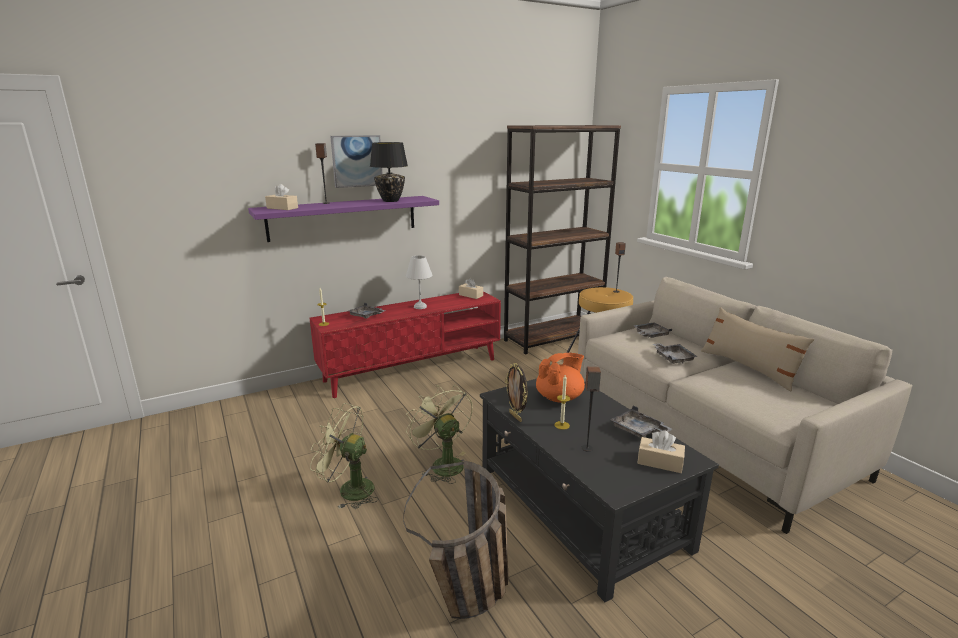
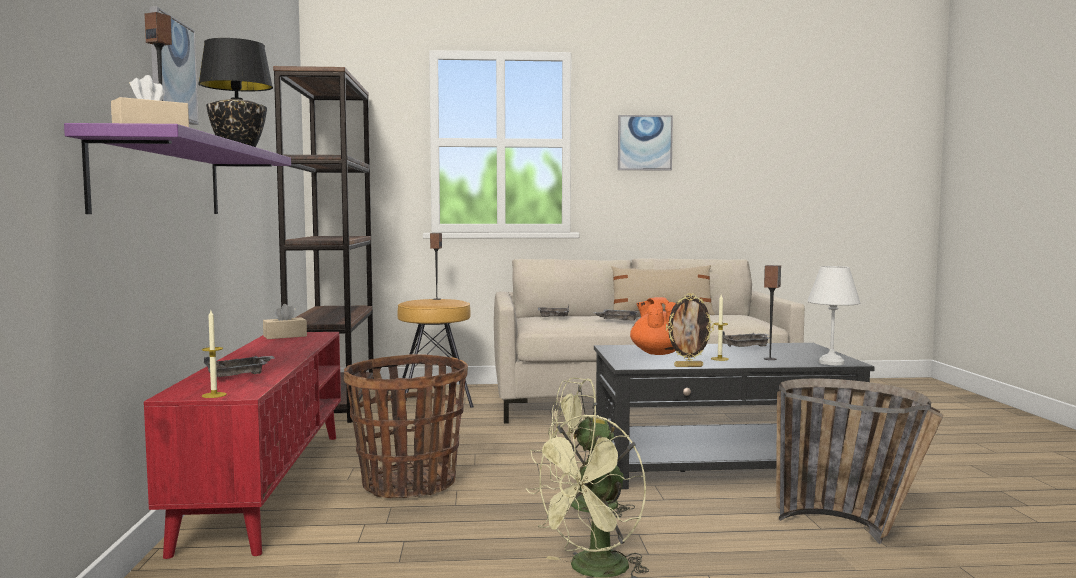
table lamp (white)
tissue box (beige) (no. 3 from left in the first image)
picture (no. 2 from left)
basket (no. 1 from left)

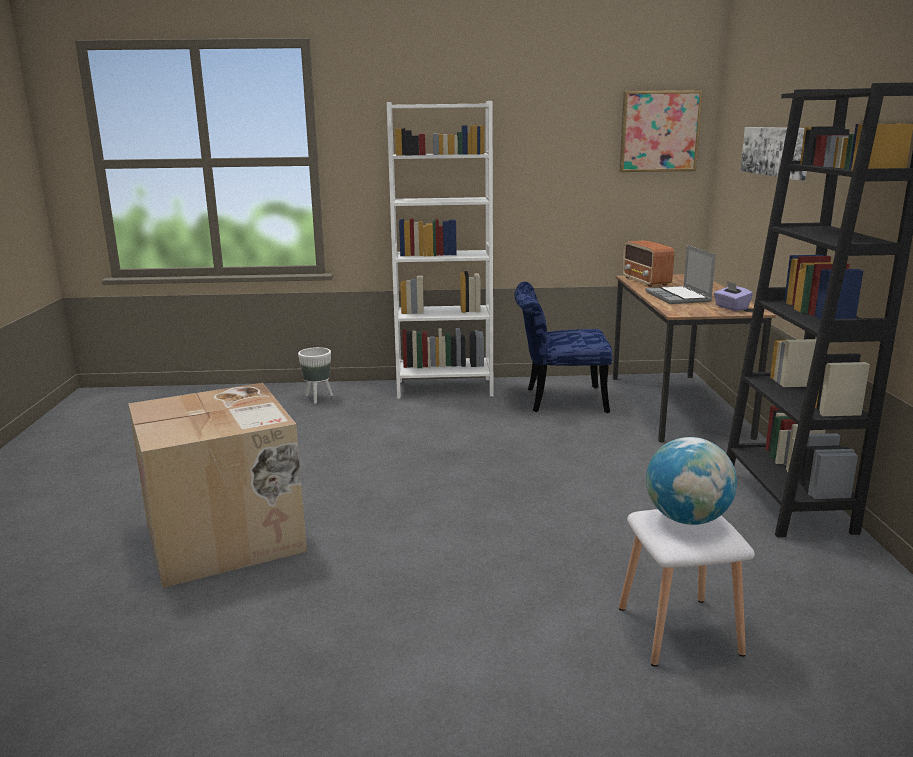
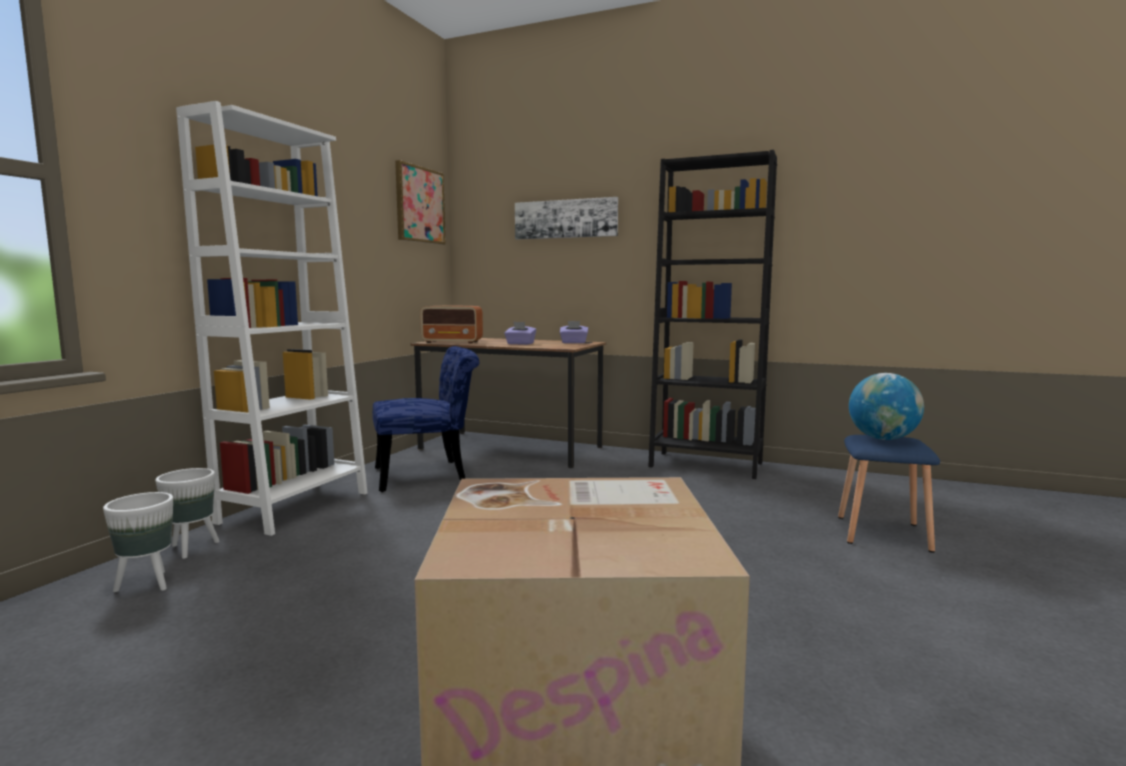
tissue box (purple) (no. 1 from left)
chair (blue)
stool (blue)
planter (white) (no. 2 from left)

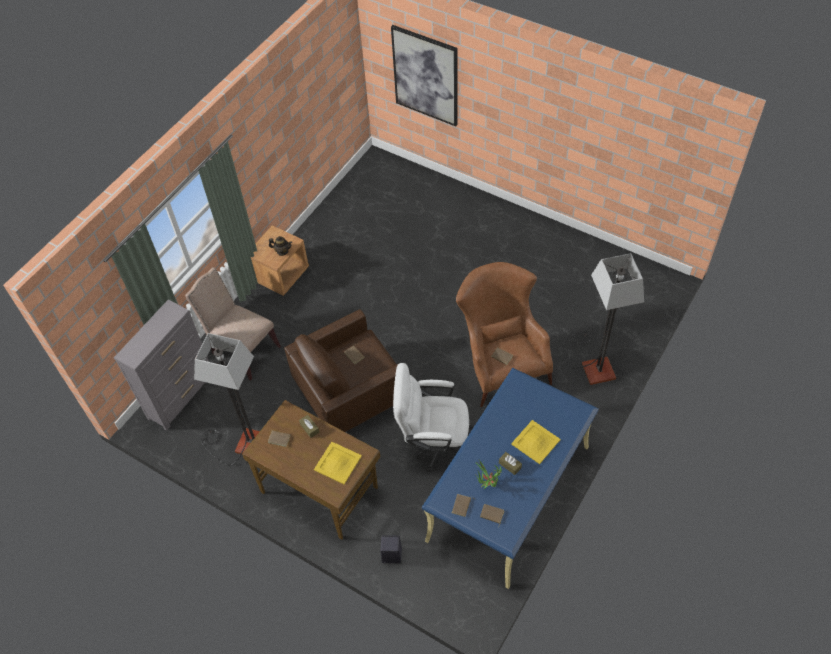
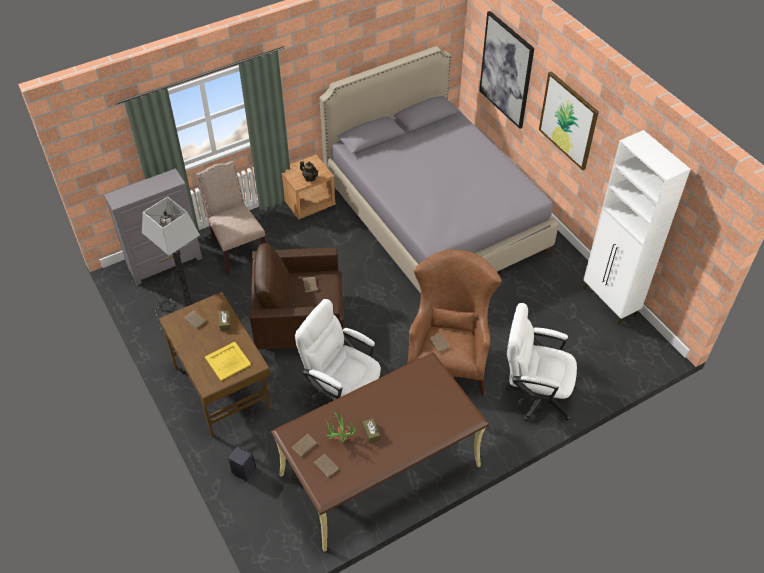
office chair (white) (no. 2 from left)
desk (brown) (no. 2 from left)
tray (yellow) (no. 2 from left in the first image)
bed (grey)
picture (no. 2 from left)
cabinet (white)

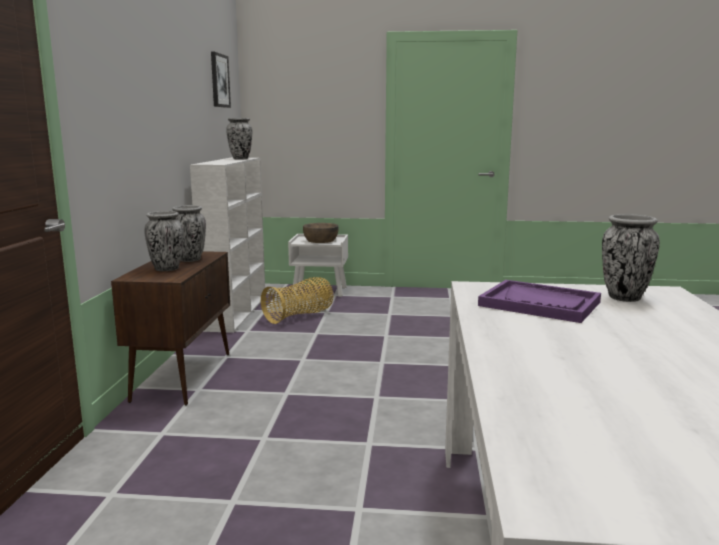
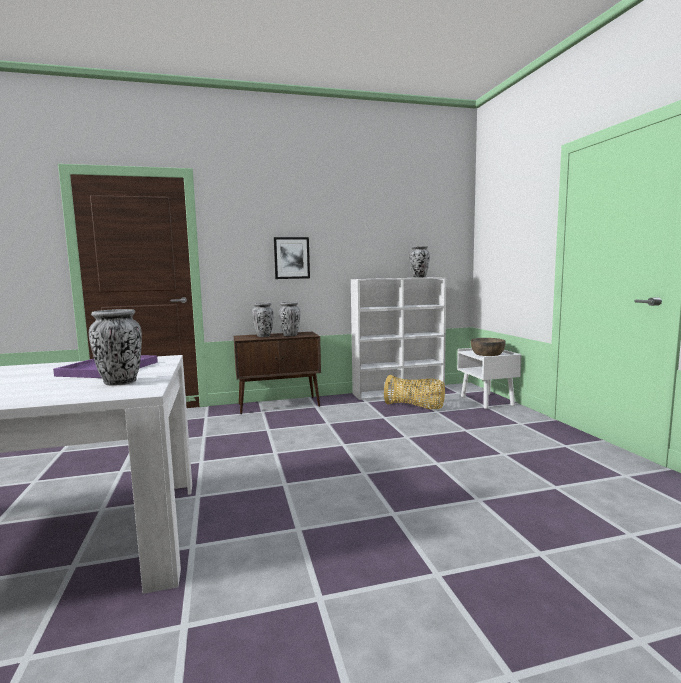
picture

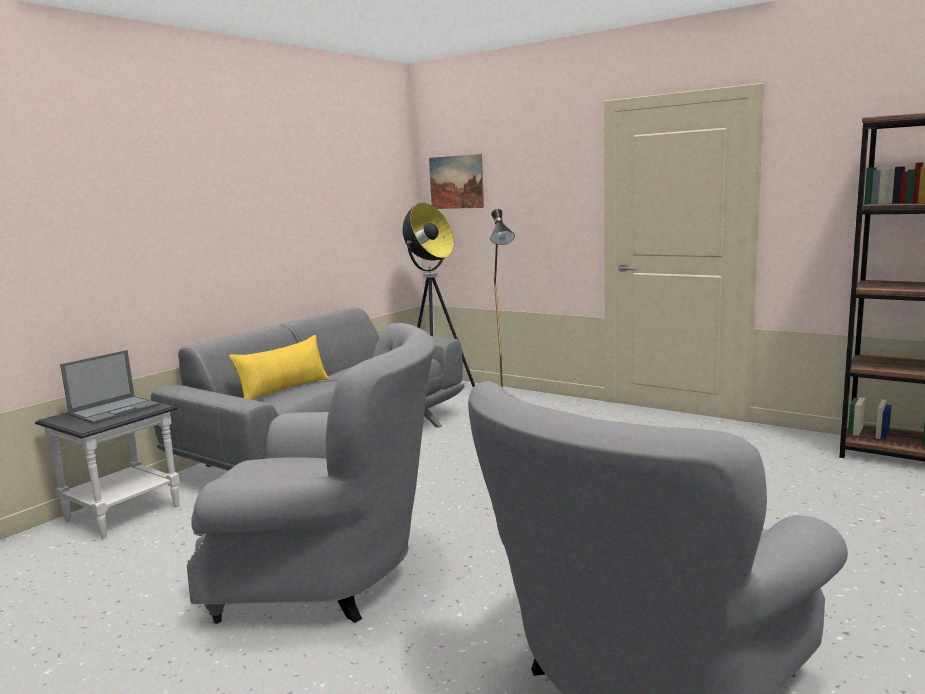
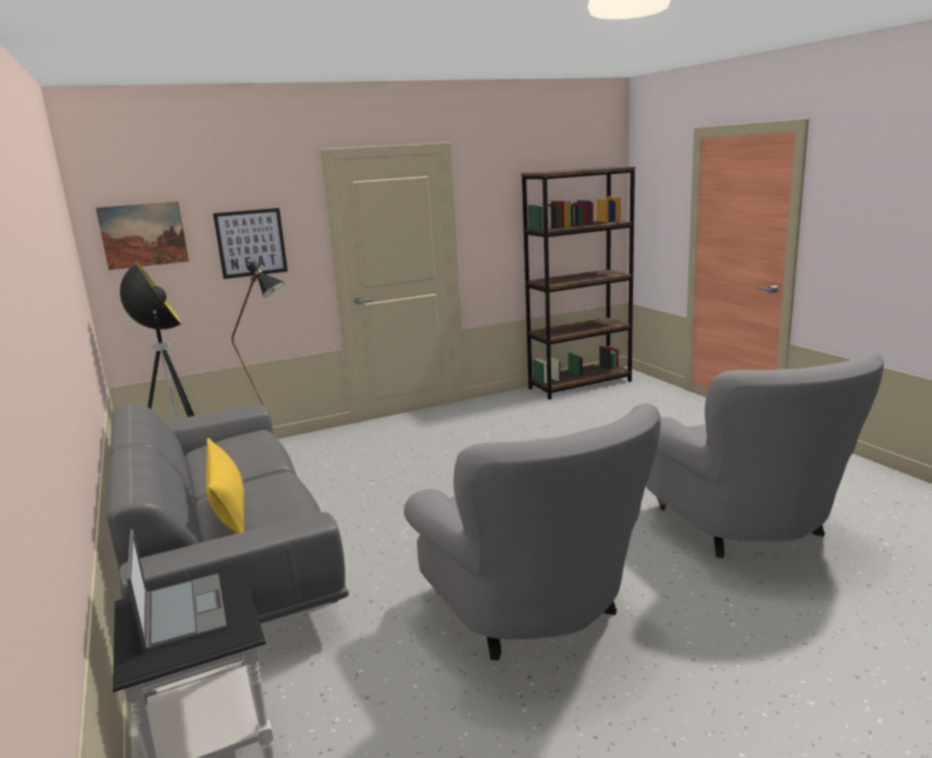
armchair (grey) (no. 1 from left)
picture (no. 2 from left)

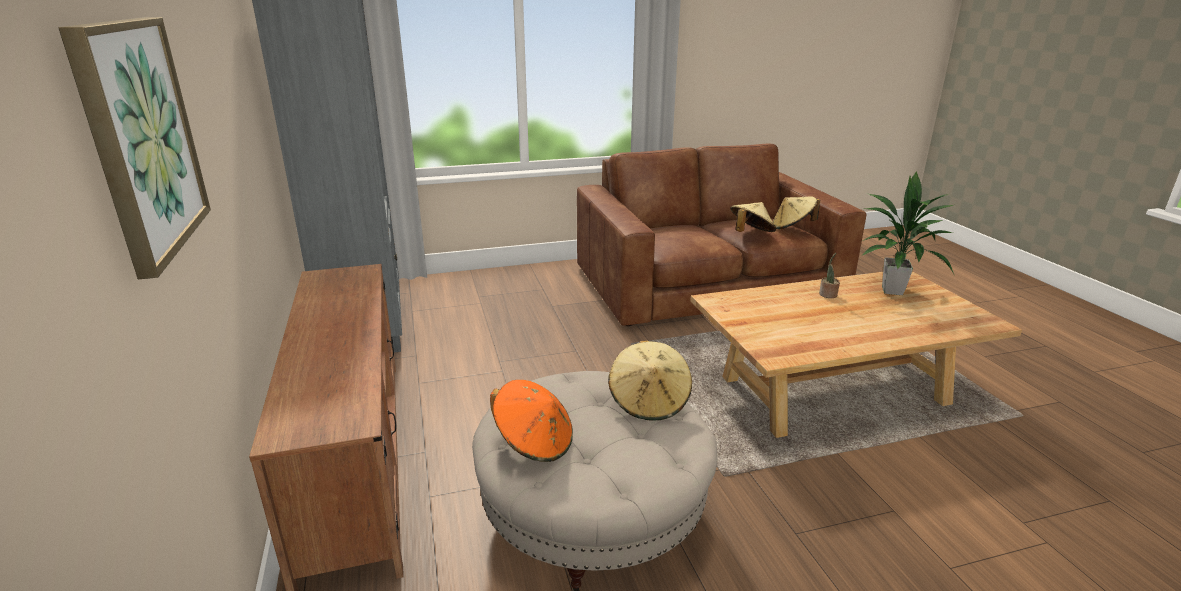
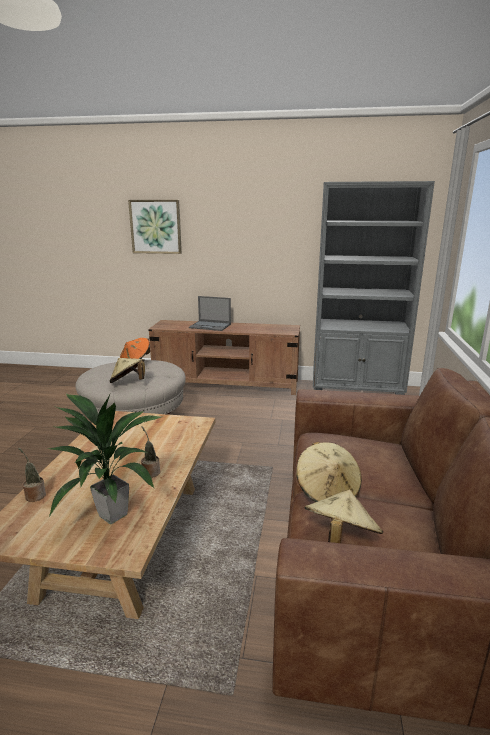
laptop
potted plant (no. 1 from left)

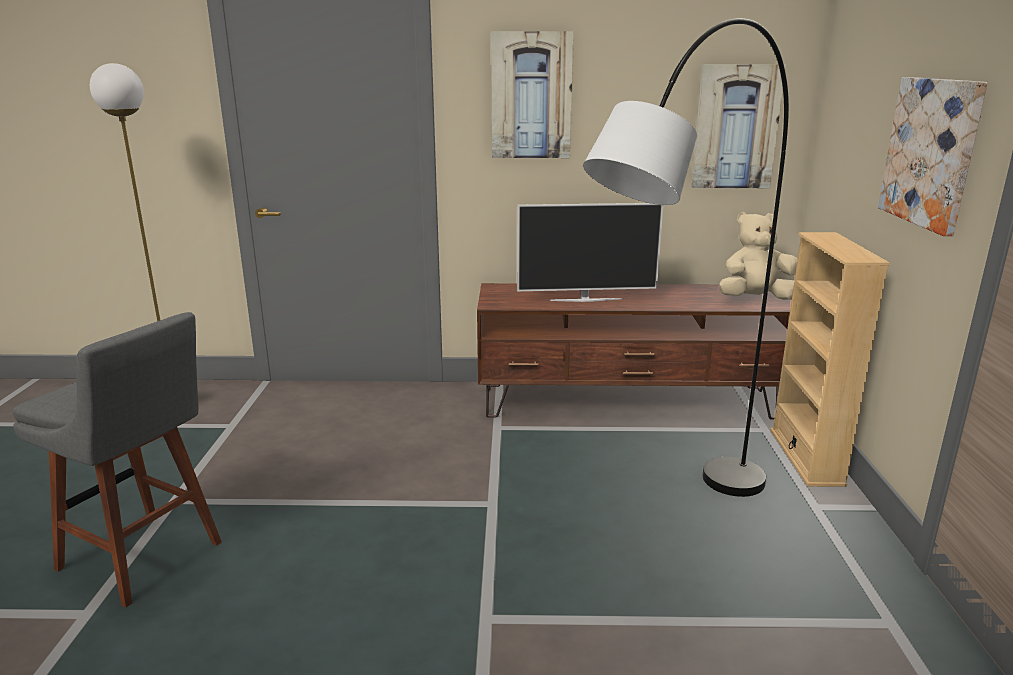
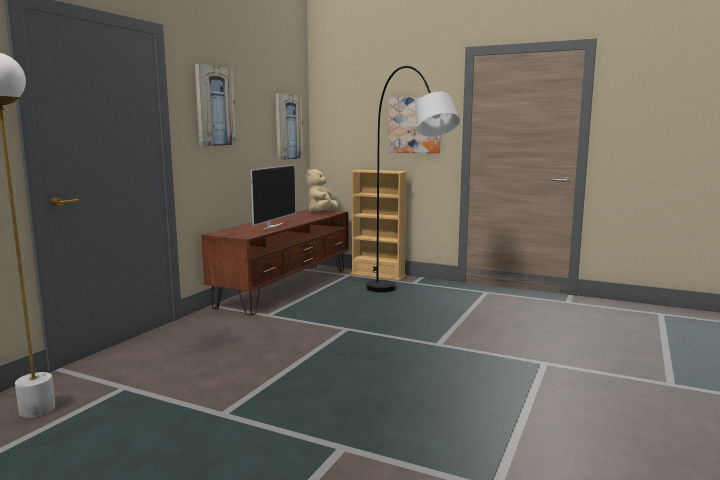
stool (grey)

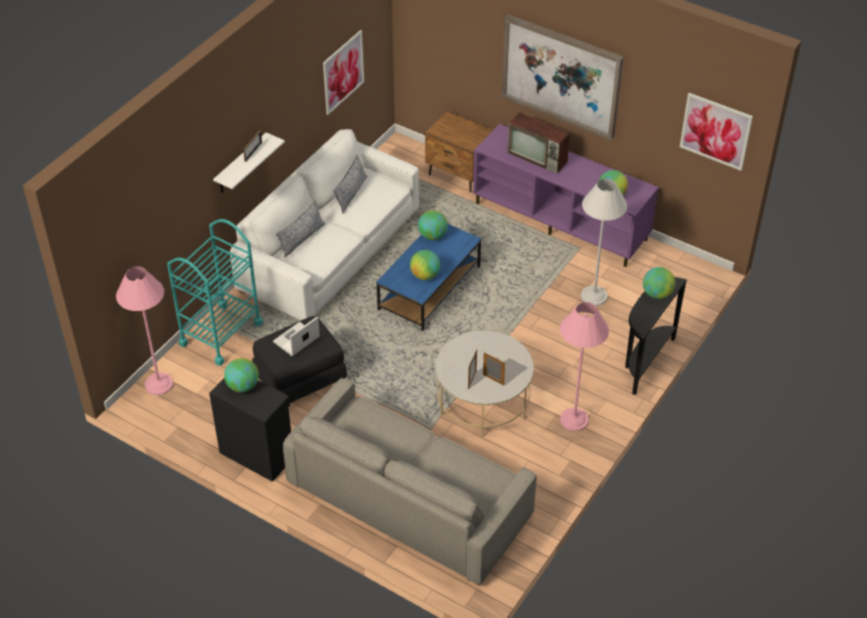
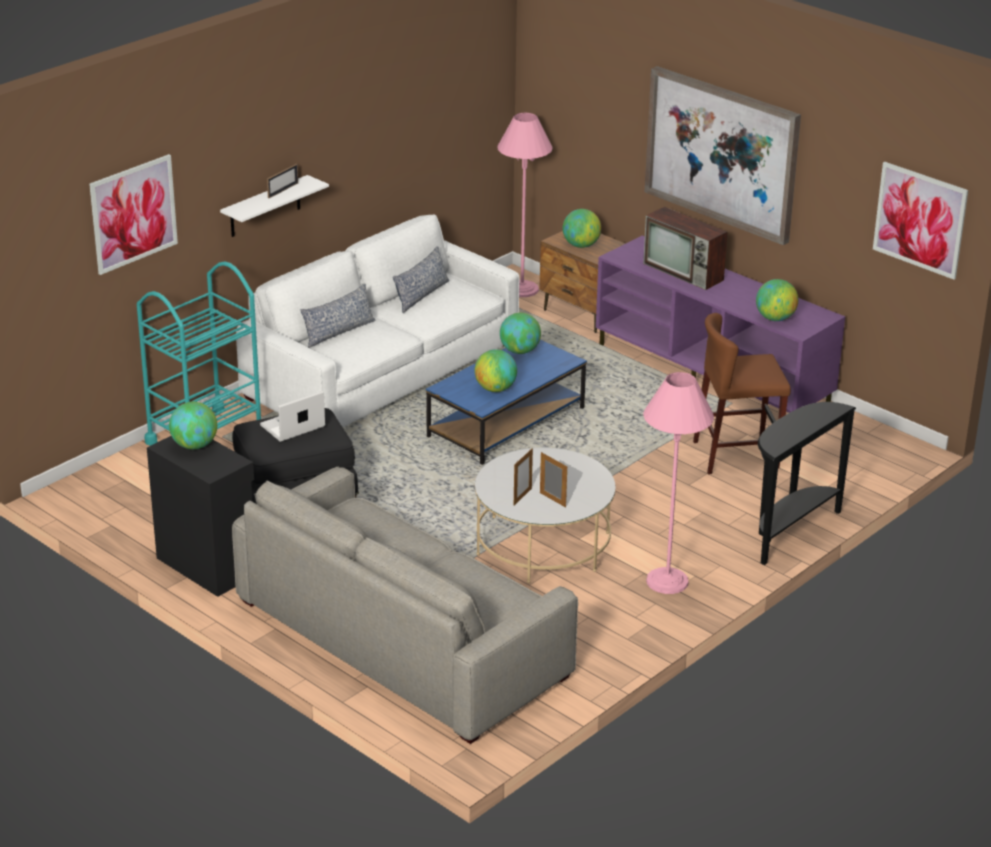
picture (no. 1 from left)
stool (brown)
floor lamp (pink) (no. 1 from left)
globe (no. 4 from left)

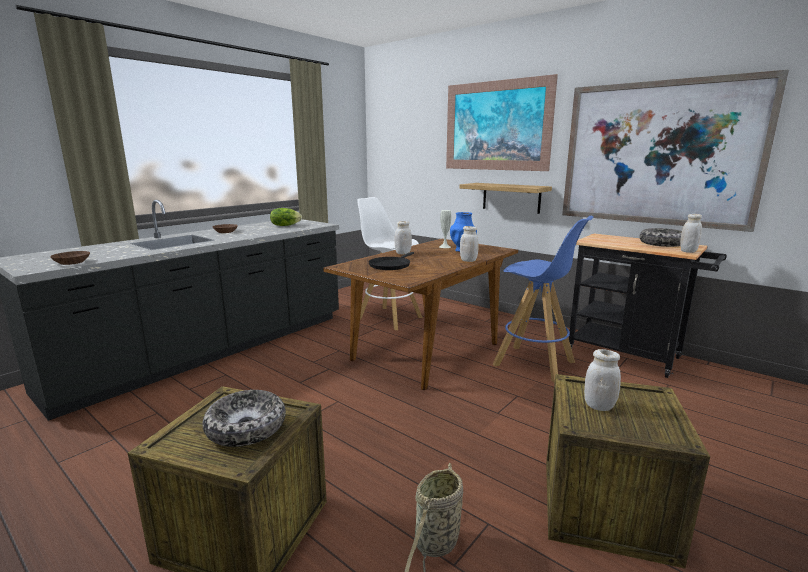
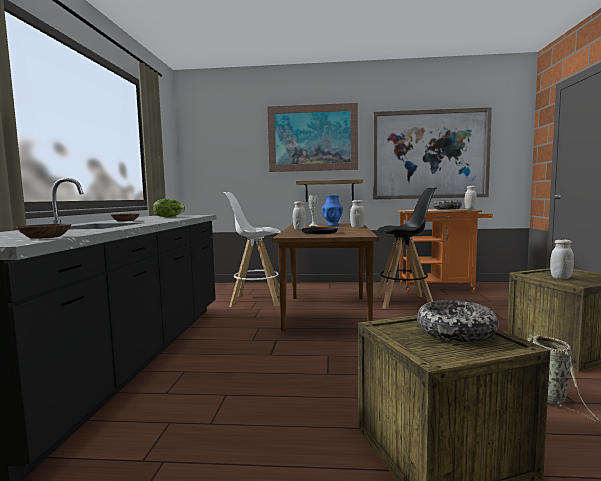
stool (black)
cart (orange)

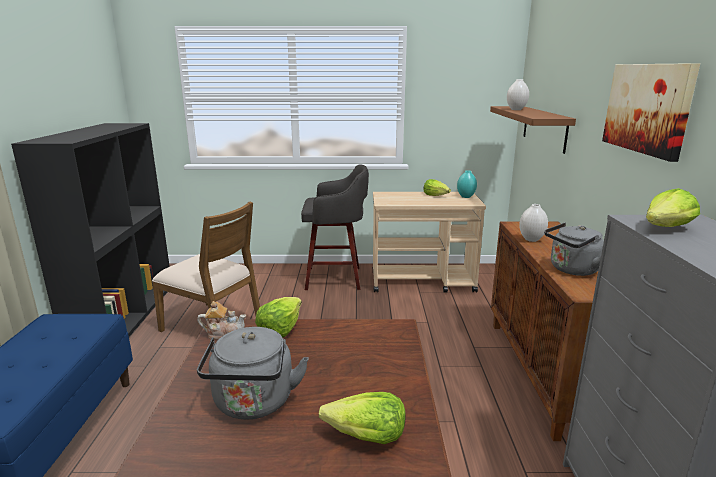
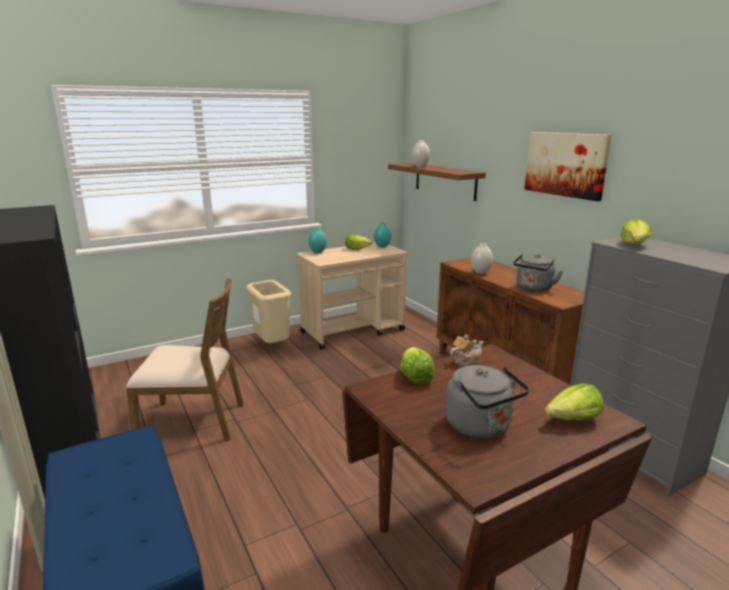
trash can (beige)
teapot
vase (turquoise) (no. 1 from left)

